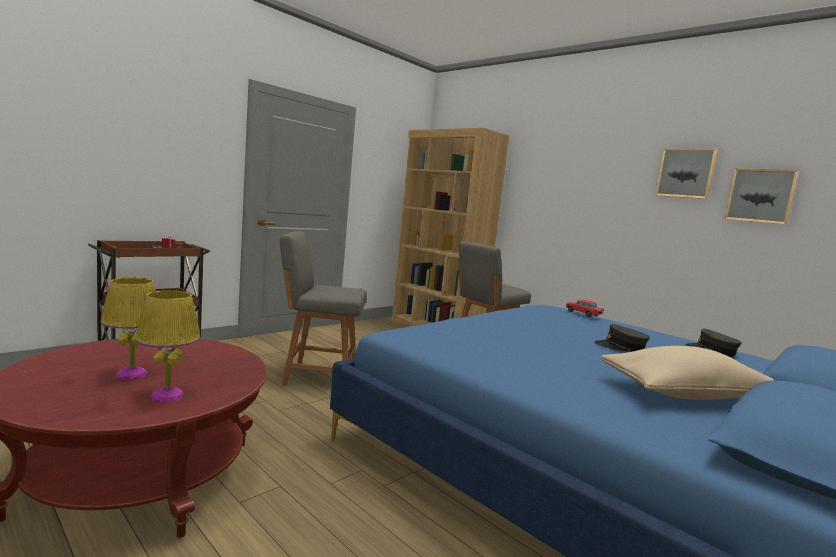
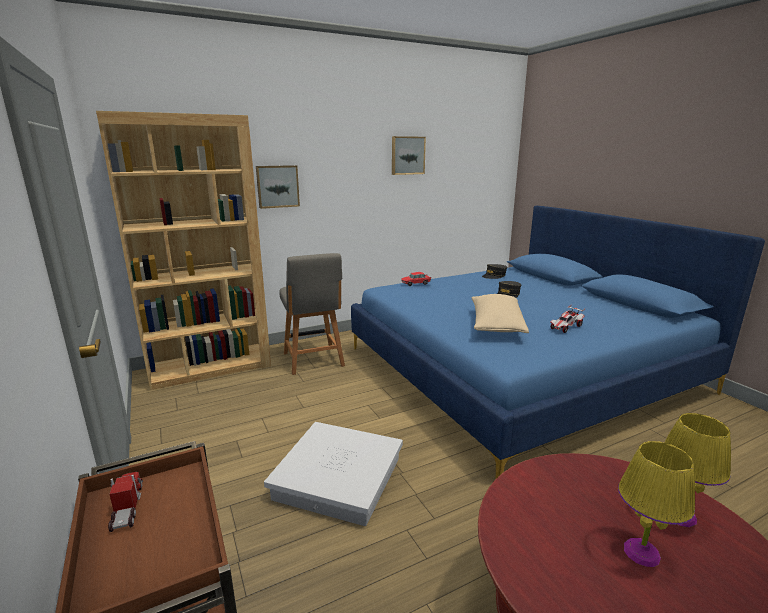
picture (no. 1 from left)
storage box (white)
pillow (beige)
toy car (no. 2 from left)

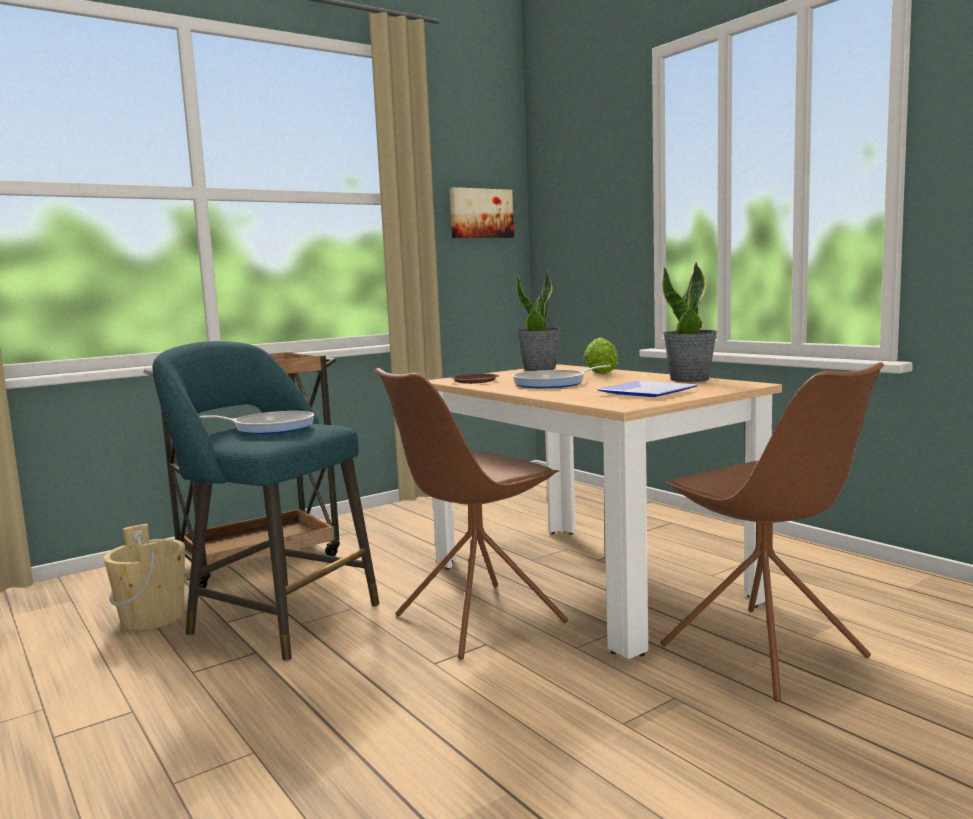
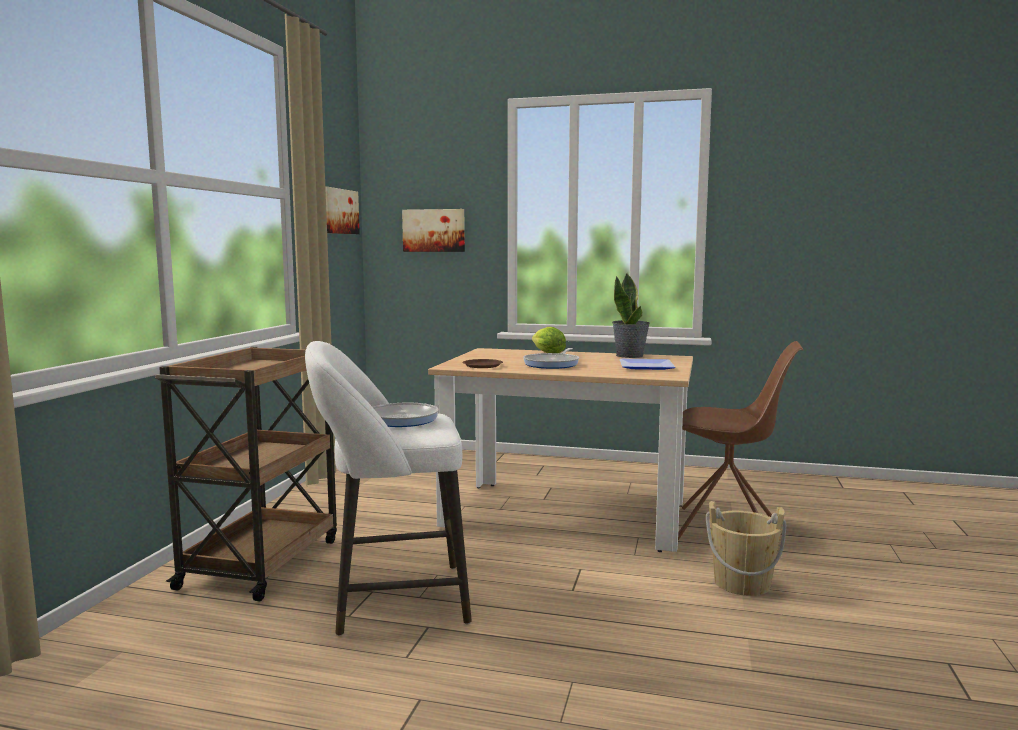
potted plant (no. 1 from left in the first image)
stool (white)
chair (brown) (no. 1 from left in the first image)
bucket (beige)
picture (no. 2 from left)

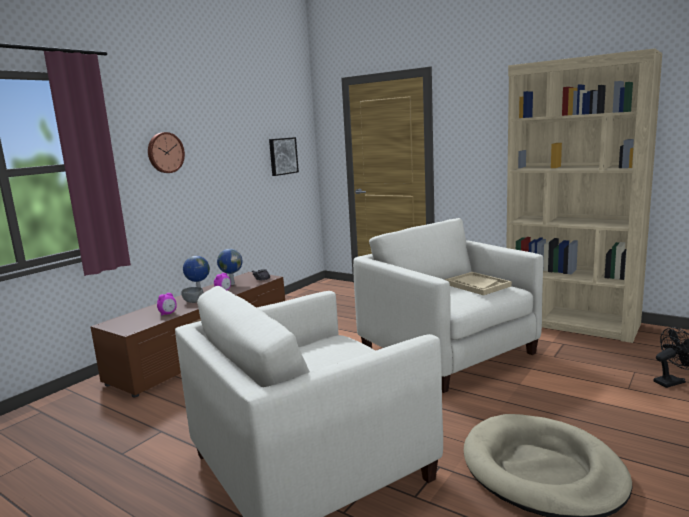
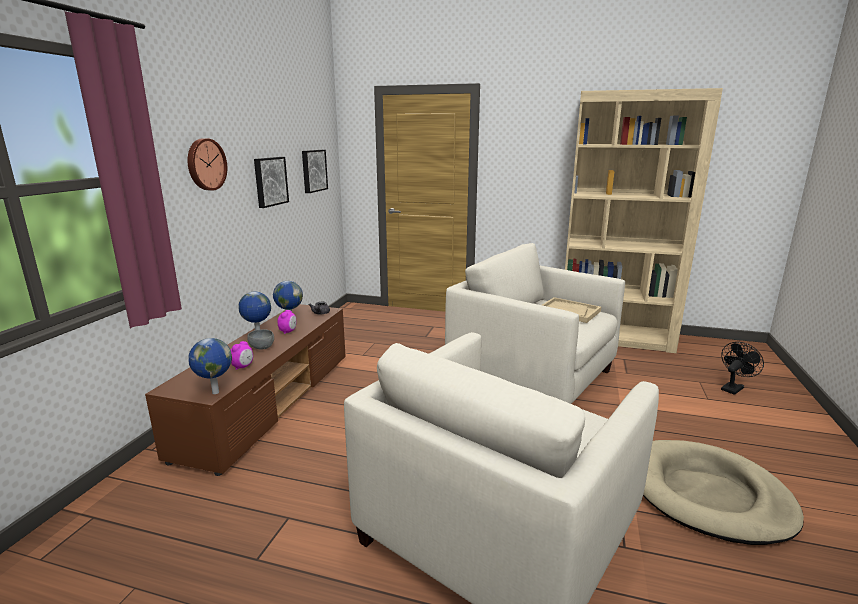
picture (no. 1 from left)
globe (no. 1 from left)

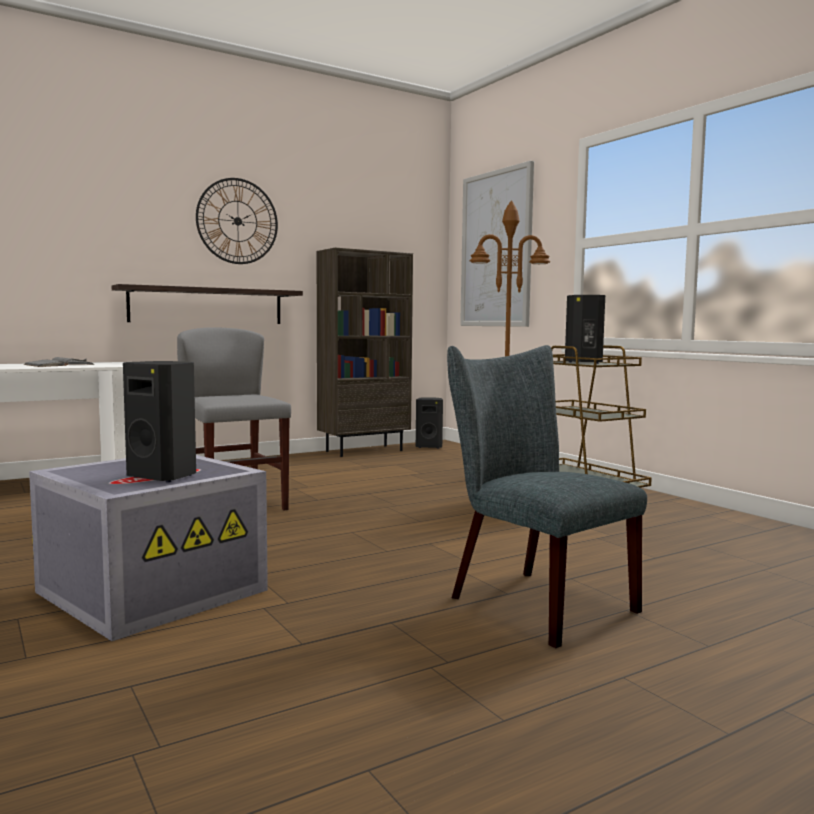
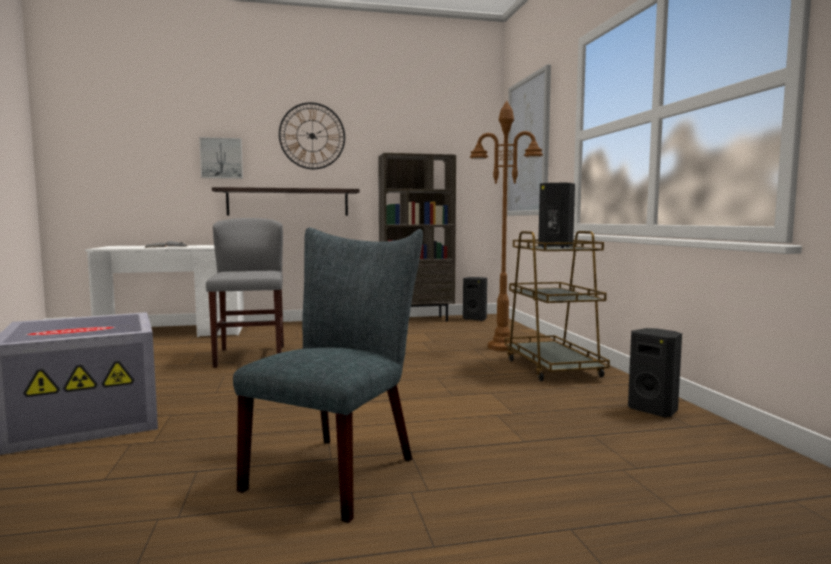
chair (grey) (no. 2 from left)
speaker (black) (no. 3 from left)
picture (no. 1 from left)

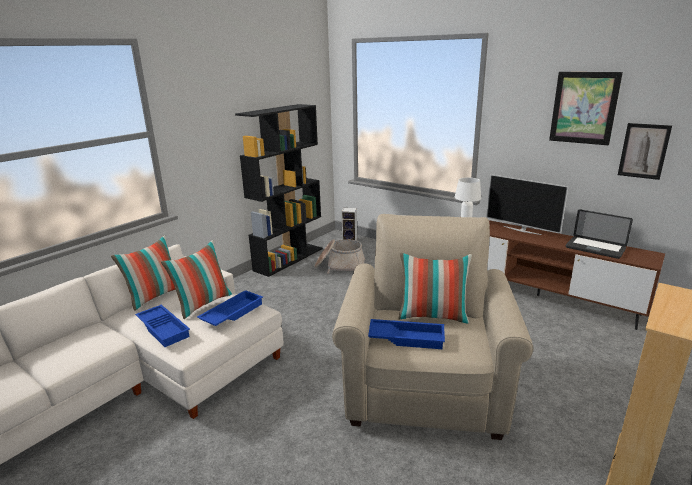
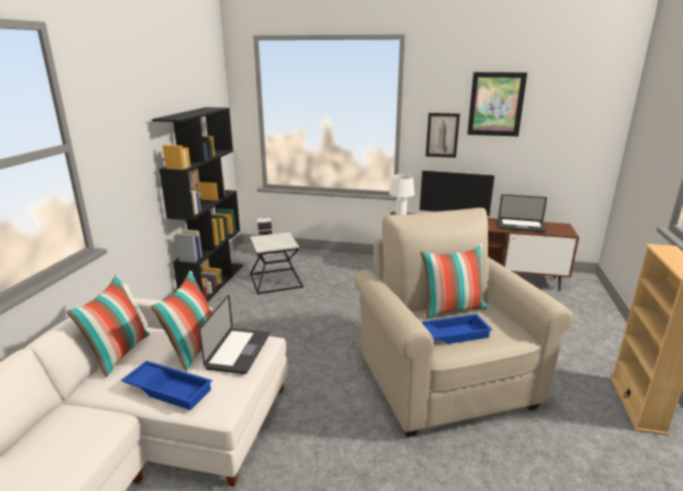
picture (no. 1 from left)
side table
laptop (no. 1 from left)

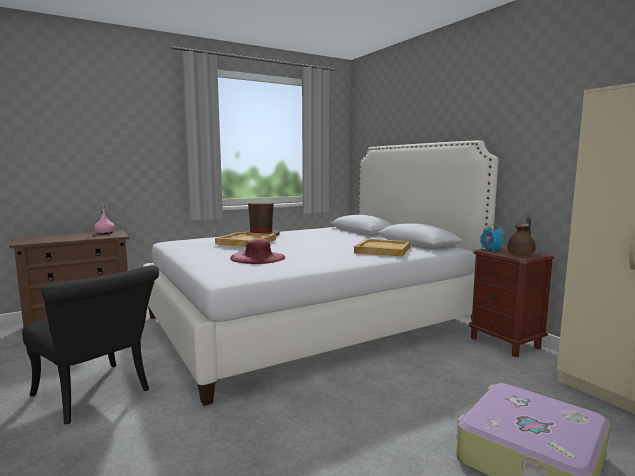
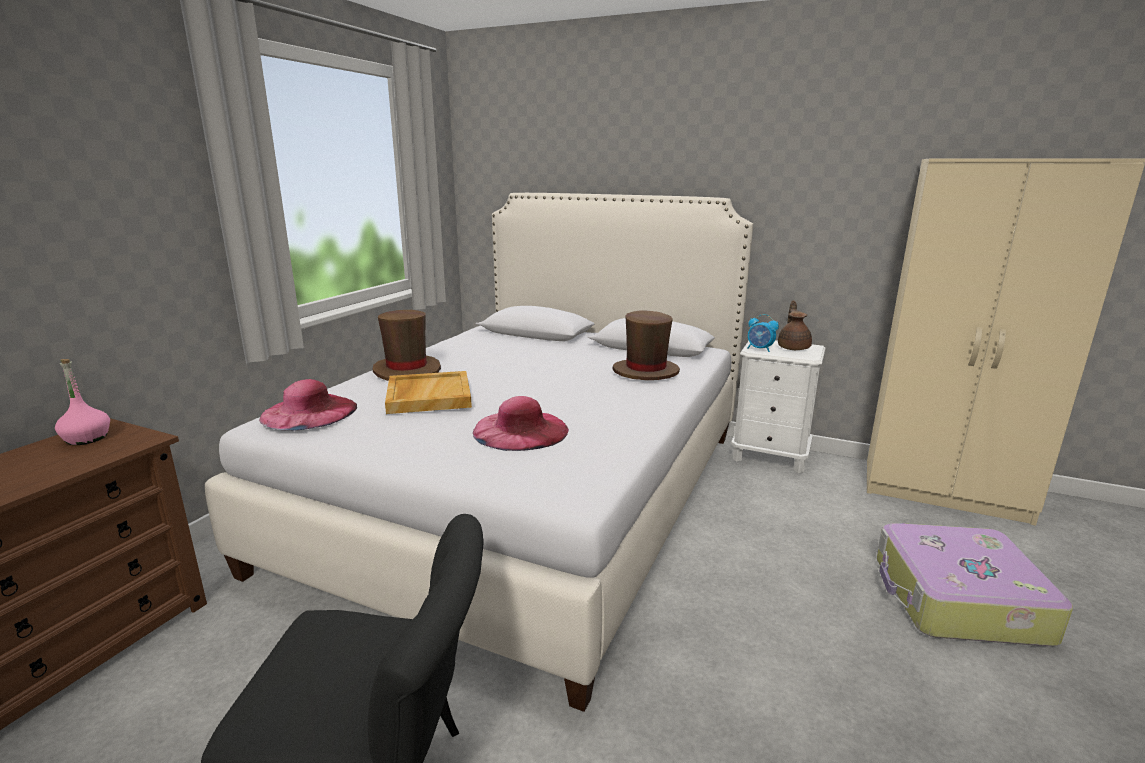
hat (brown) (no. 2 from left)
nightstand (white)
hat (pink) (no. 1 from left)

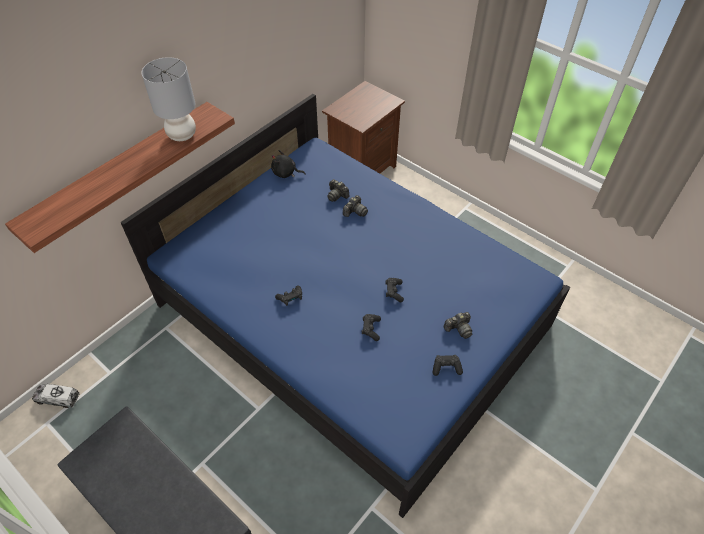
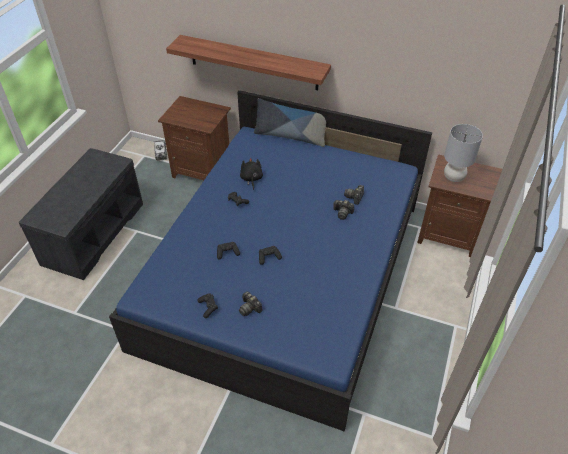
table lamp (grey)
plush toy (black)
nightstand (brown) (no. 1 from left)
pillow

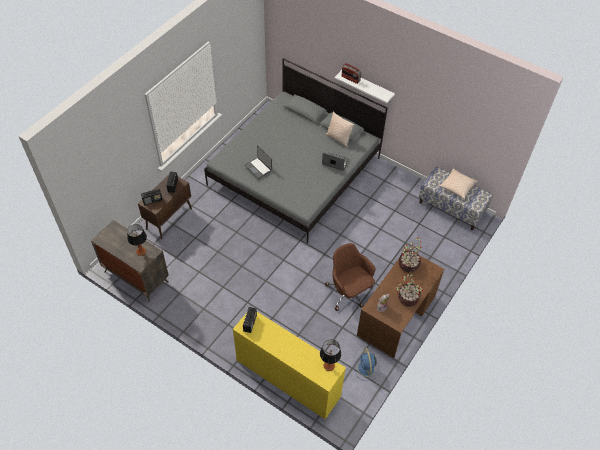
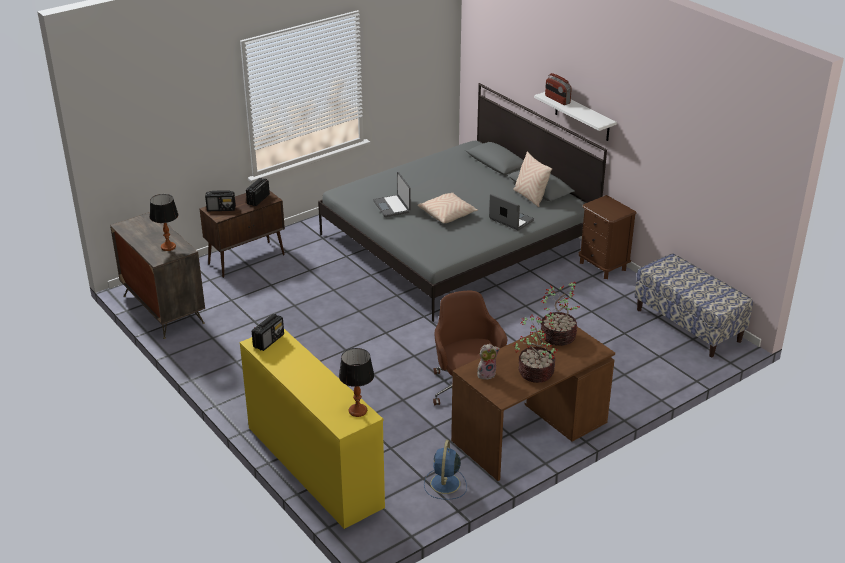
pillow (beige) (no. 1 from left)
nightstand (brown)

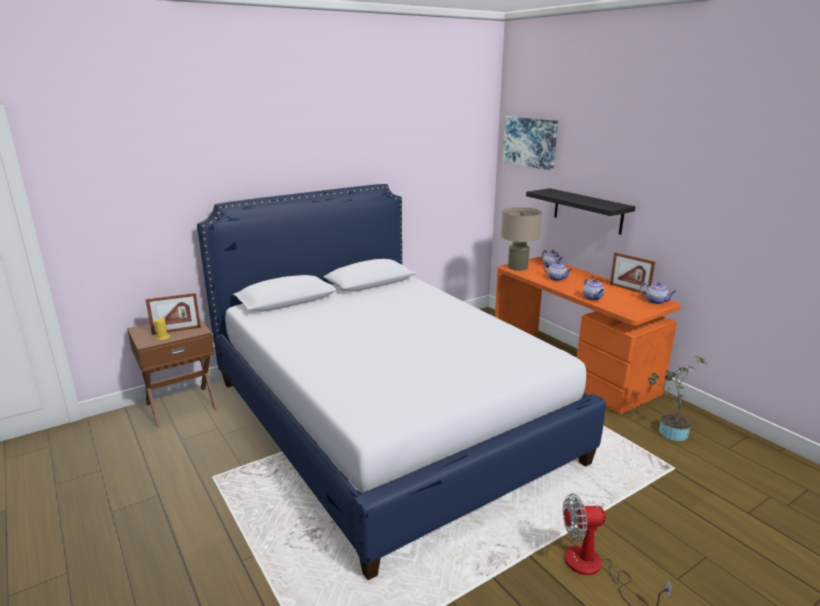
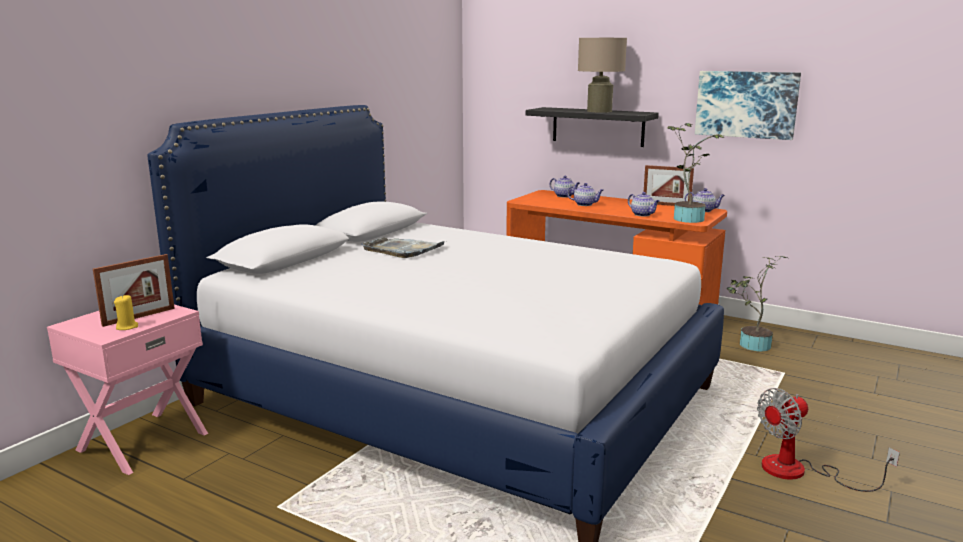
picture
table lamp (beige)
nightstand (pink)
potted plant (no. 1 from left)
tray (grey)

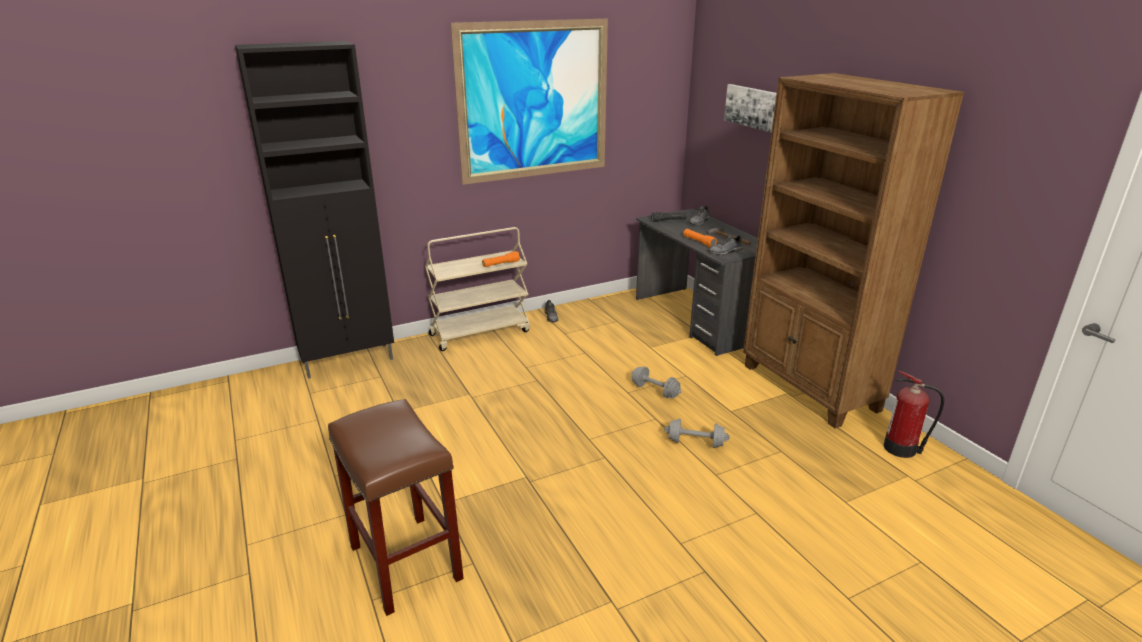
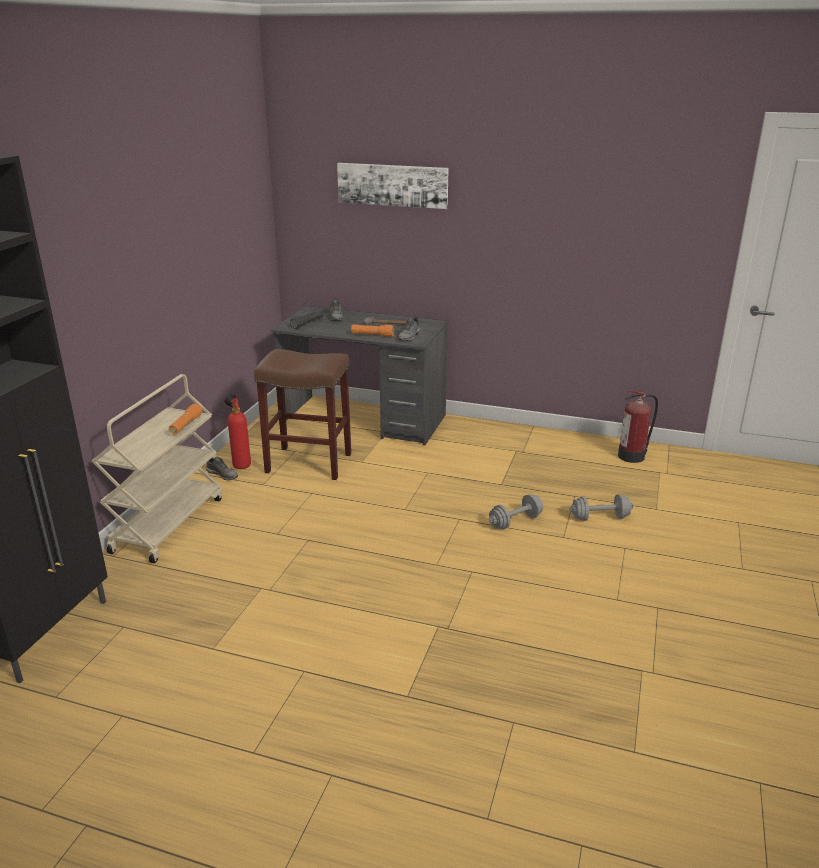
picture (no. 1 from left in the first image)
bookcase (brown)
dumbbell (grey) (no. 2 from left)
stool (brown)
fire extinguisher (no. 1 from left)

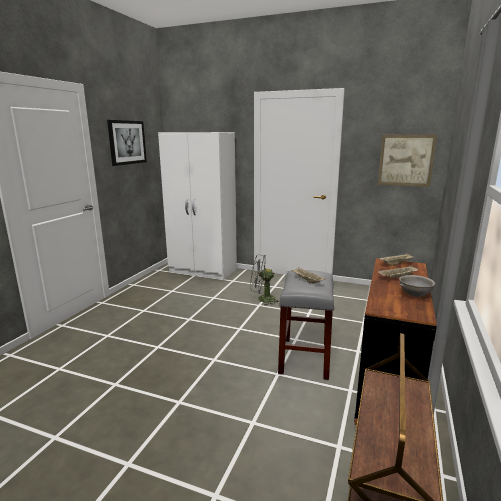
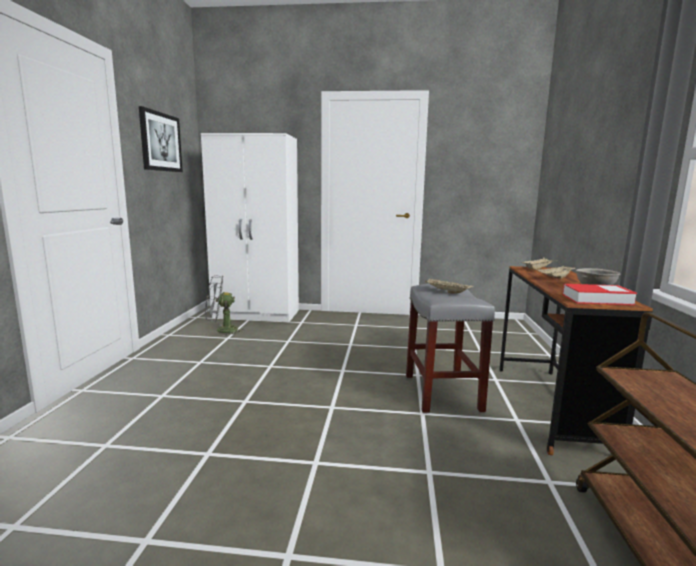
picture (no. 2 from left in the first image)
fan (grey)
book

